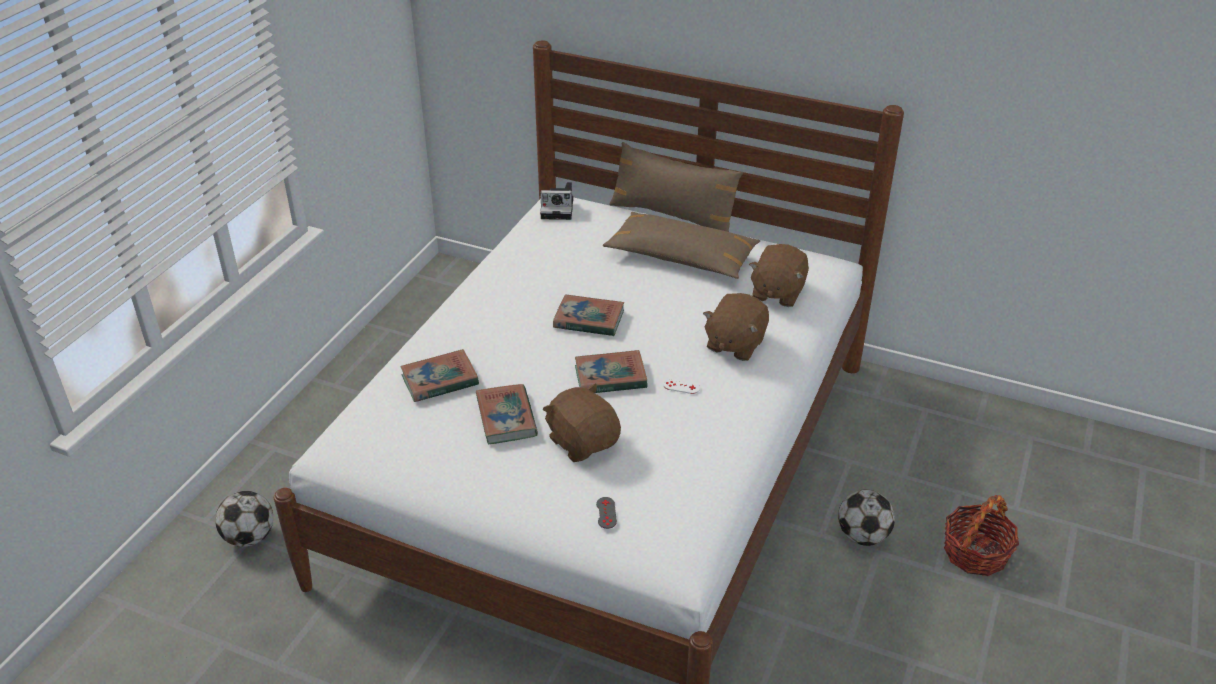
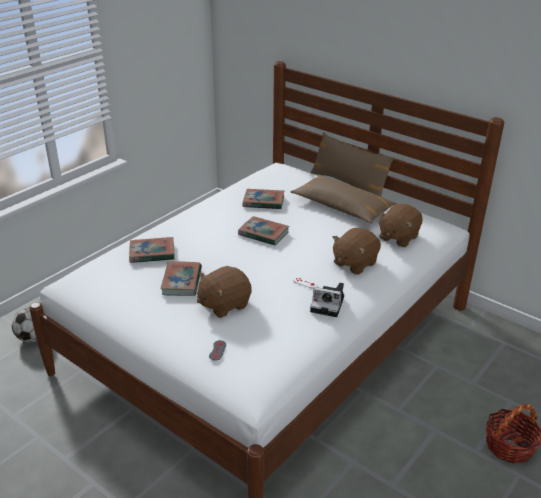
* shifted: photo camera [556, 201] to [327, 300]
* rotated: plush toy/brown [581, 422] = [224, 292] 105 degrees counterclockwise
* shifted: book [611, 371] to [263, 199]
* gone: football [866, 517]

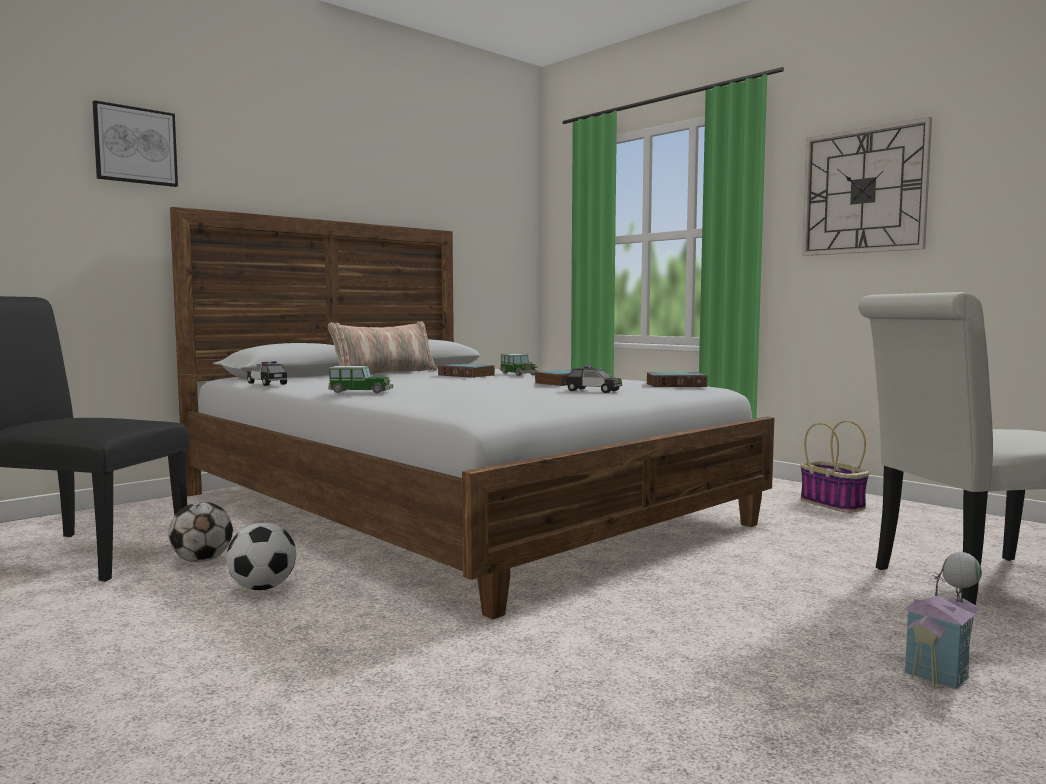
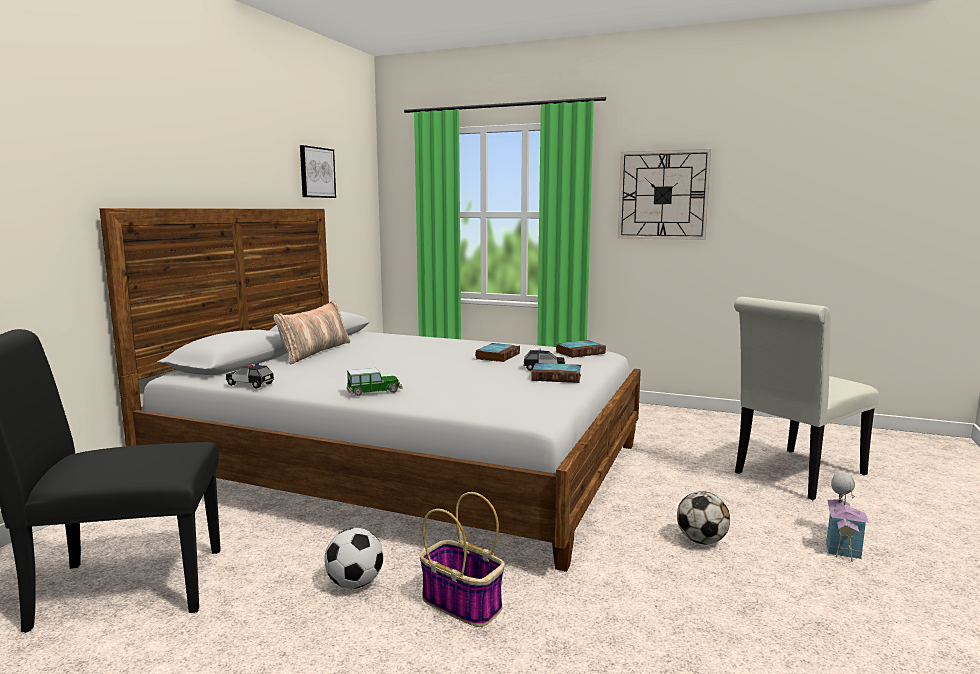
* shifted: picture [135, 143] to [318, 171]
* shifted: football [200, 532] to [703, 518]
* shifted: book [466, 371] to [556, 373]
* gone: toy car [519, 364]
* shifted: basket [834, 466] to [462, 559]

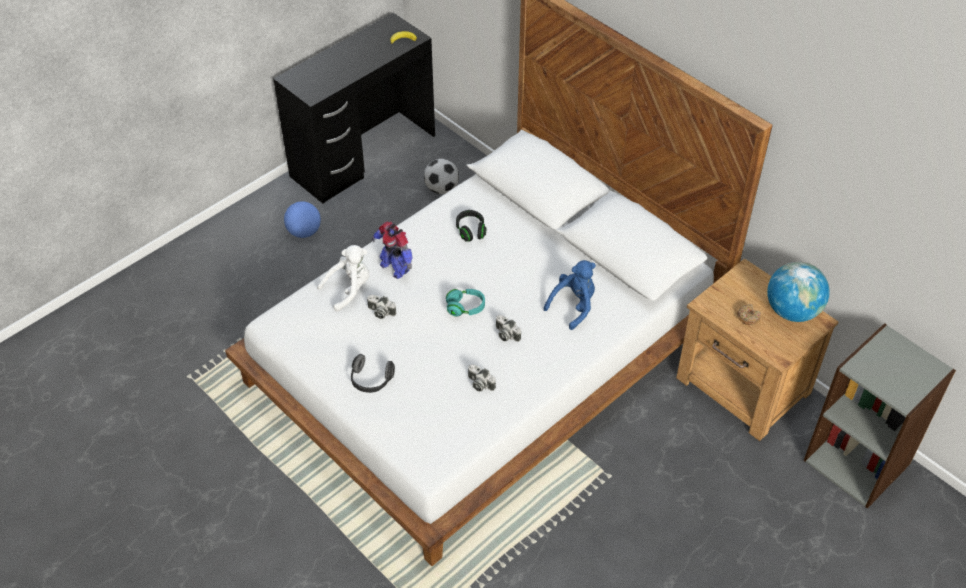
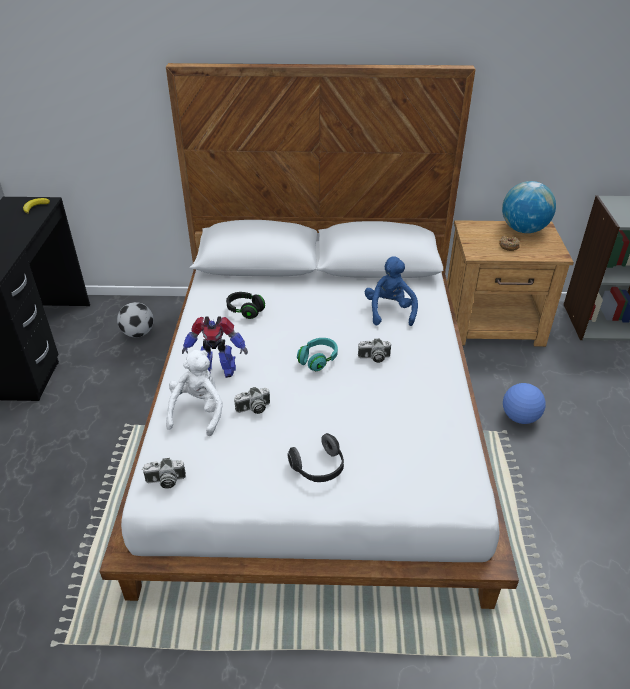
* shifted: football [302, 219] to [524, 403]
* shifted: photo camera [482, 377] to [164, 473]

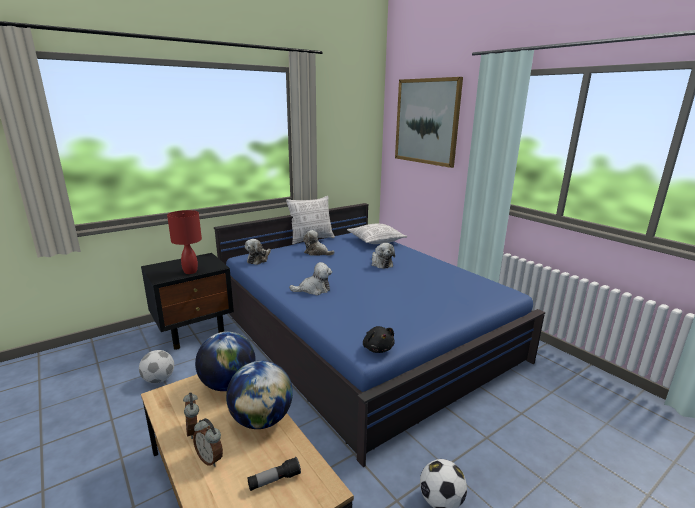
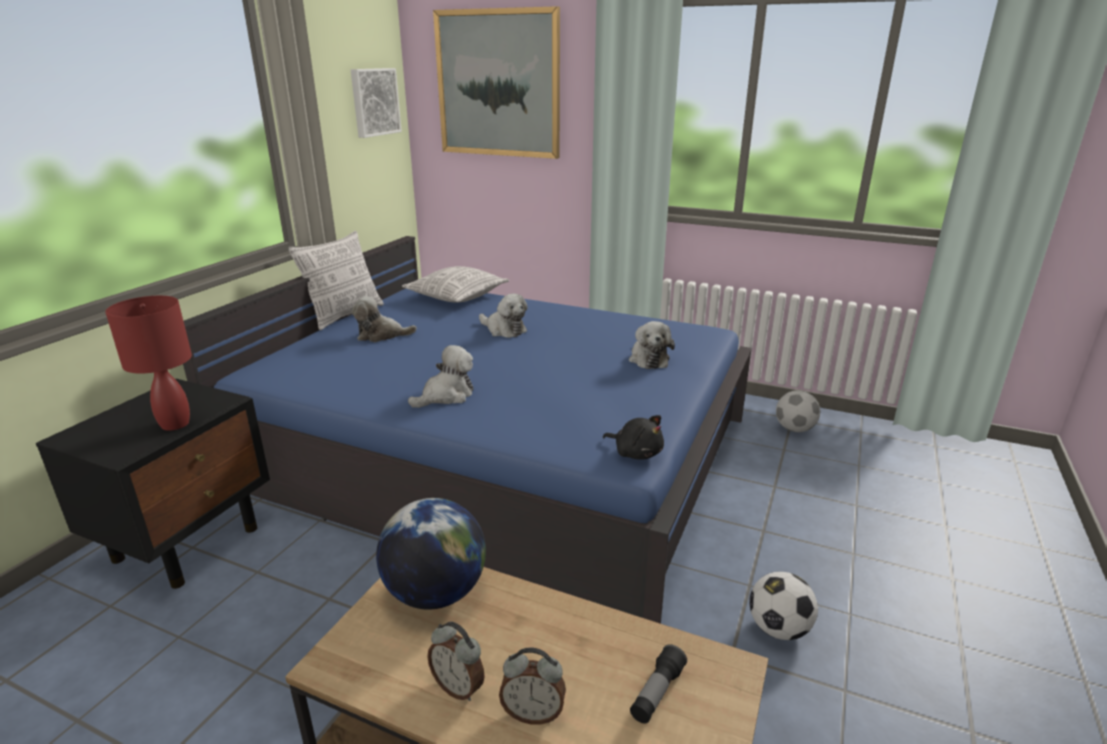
* shifted: football [156, 366] to [798, 411]
* gone: globe [259, 395]
* shifted: plush toy [258, 252] to [652, 345]
* new: picture [376, 103]

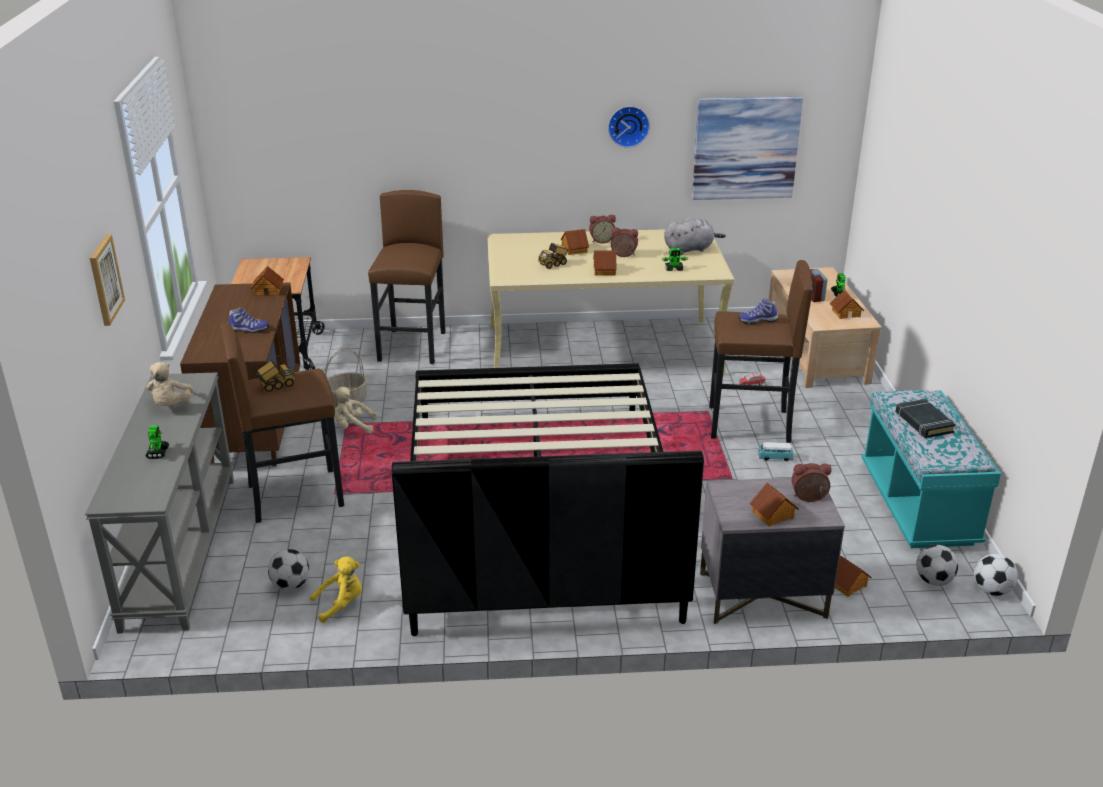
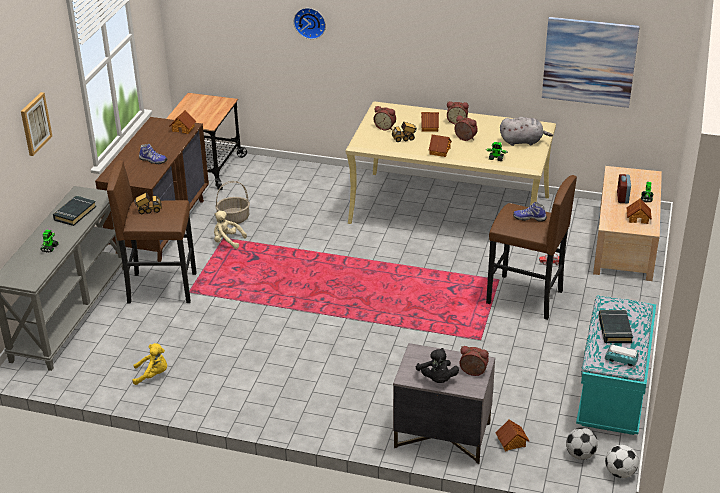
* swapped: plush toy/beige [171, 384] to book/black [75, 211]
* gone: football [288, 569]
* gone: stool/brown [407, 277]
* gone: bed/black [547, 499]
* shifted: wall clock [629, 127] to [310, 23]
* swapped: toy house [774, 505] to plush toy/black [437, 365]
* shifted: toy car [775, 451] to [621, 356]
* new: alarm clock [385, 118]

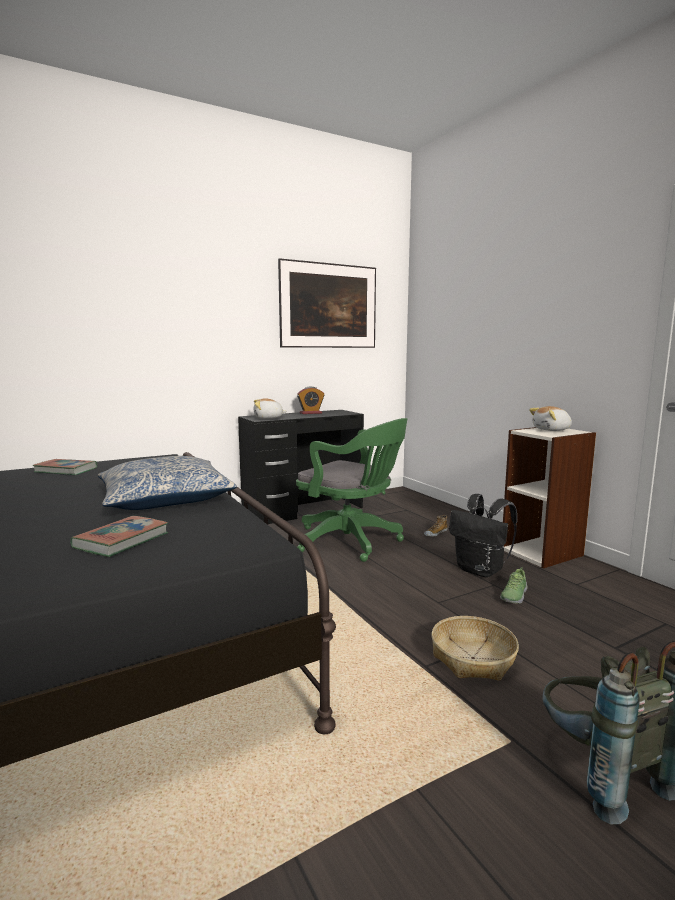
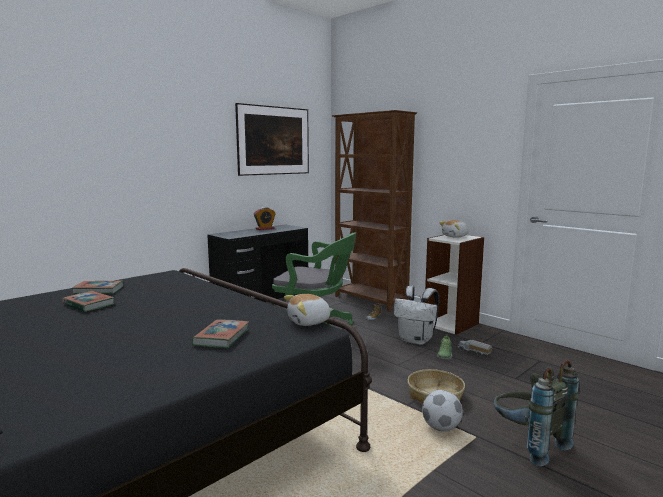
* gone: pillow [167, 483]
* shifted: plush toy [270, 408] to [308, 310]
* repainted: backpack/black [483, 535] to backpack/white [416, 315]
* new: book [88, 301]
* new: bookcase/brown [374, 211]
* new: football [442, 411]
* new: toy truck [475, 348]

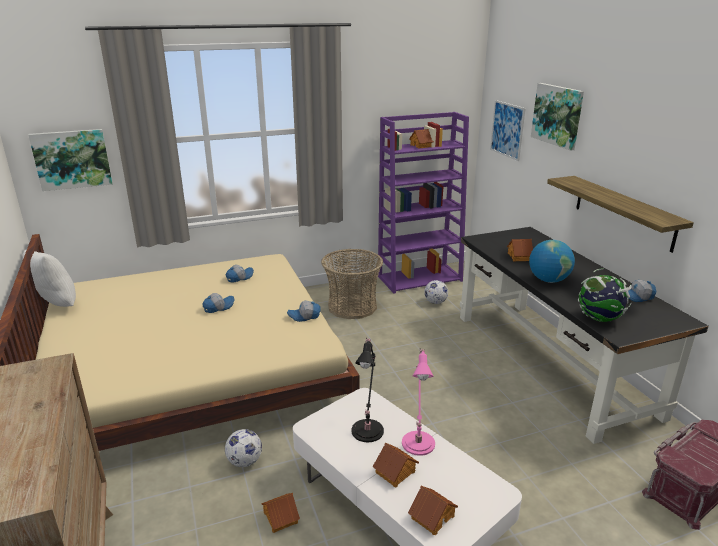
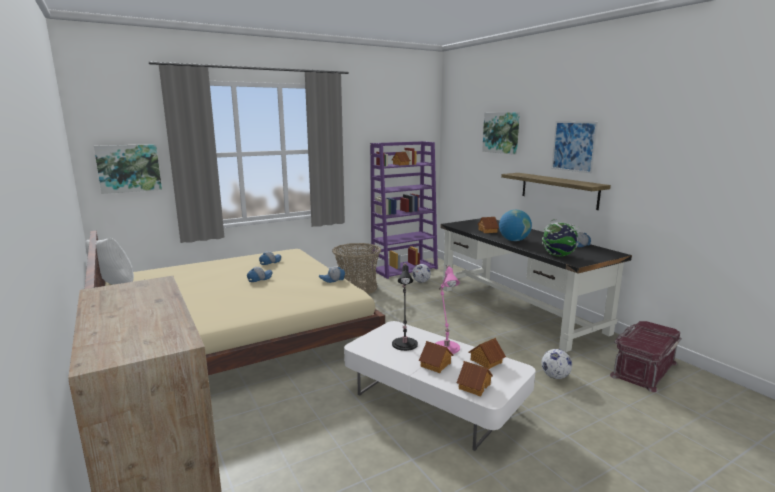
* shifted: football [243, 448] to [556, 364]
* shifted: toy house [280, 513] to [487, 353]
* shifted: picture [508, 130] to [574, 147]

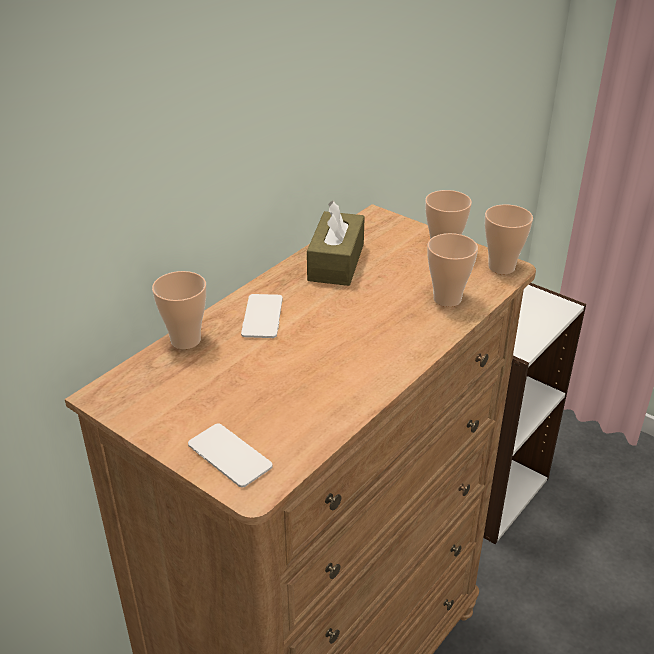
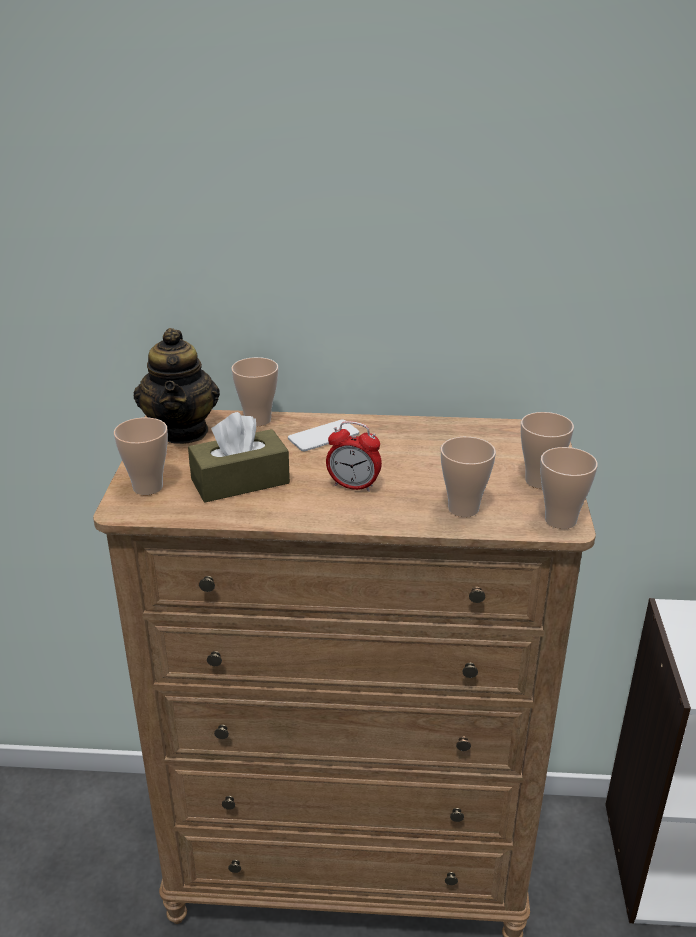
* swapped: phone [230, 455] to cup [141, 456]
* shifted: tissue box/brown [336, 243] to [239, 457]
* new: teapot [177, 386]
* new: alarm clock [354, 456]

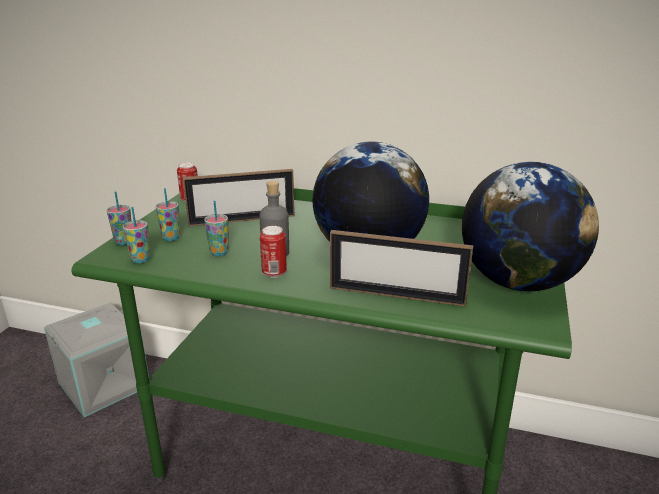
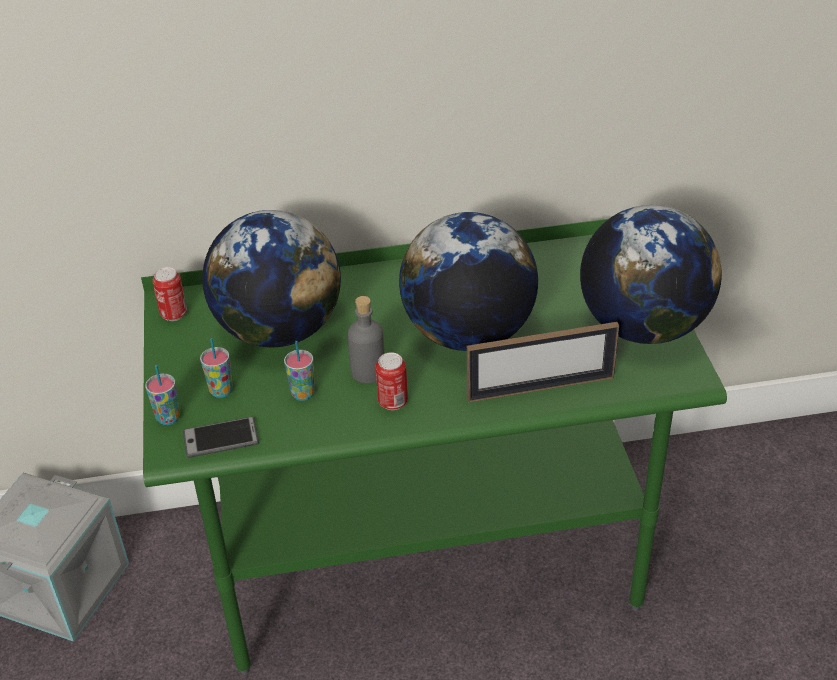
* swapped: cup [136, 235] to phone [221, 437]
* swapped: picture frame [238, 197] to globe [271, 279]

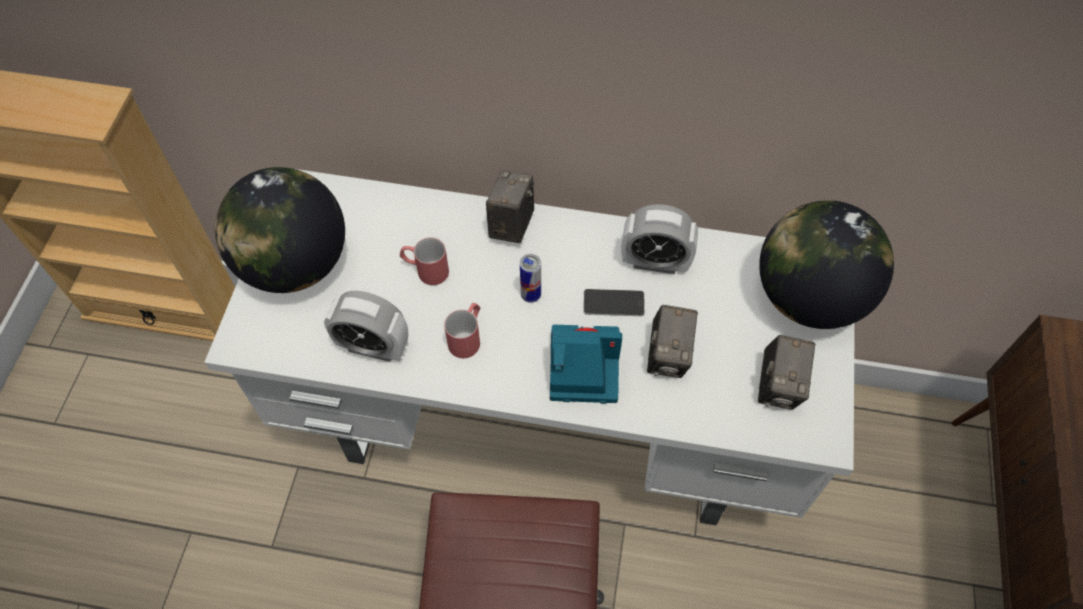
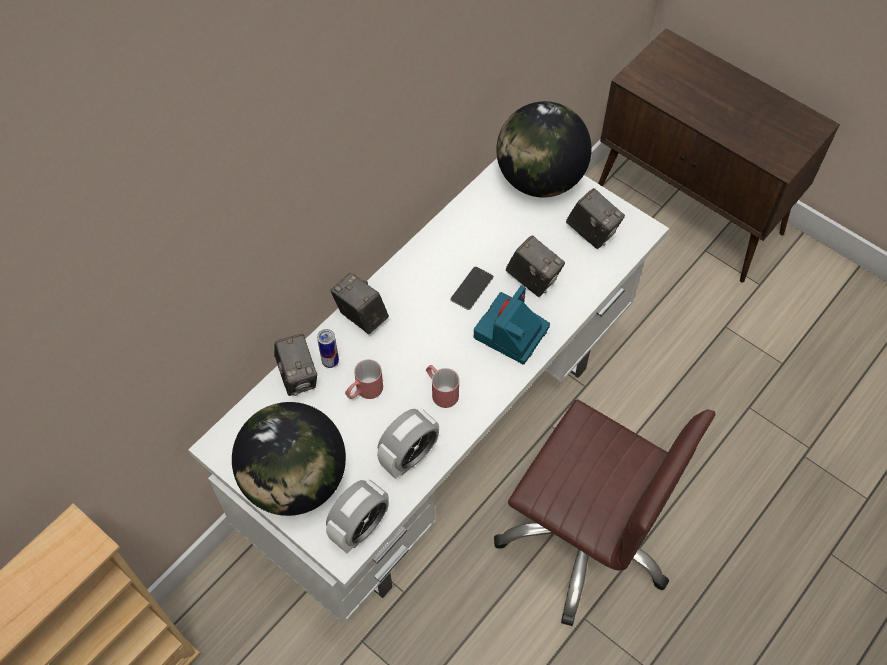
* shifted: can [530, 278] to [328, 348]
* shifted: alarm clock [659, 239] to [357, 516]
* new: photo camera [295, 365]

